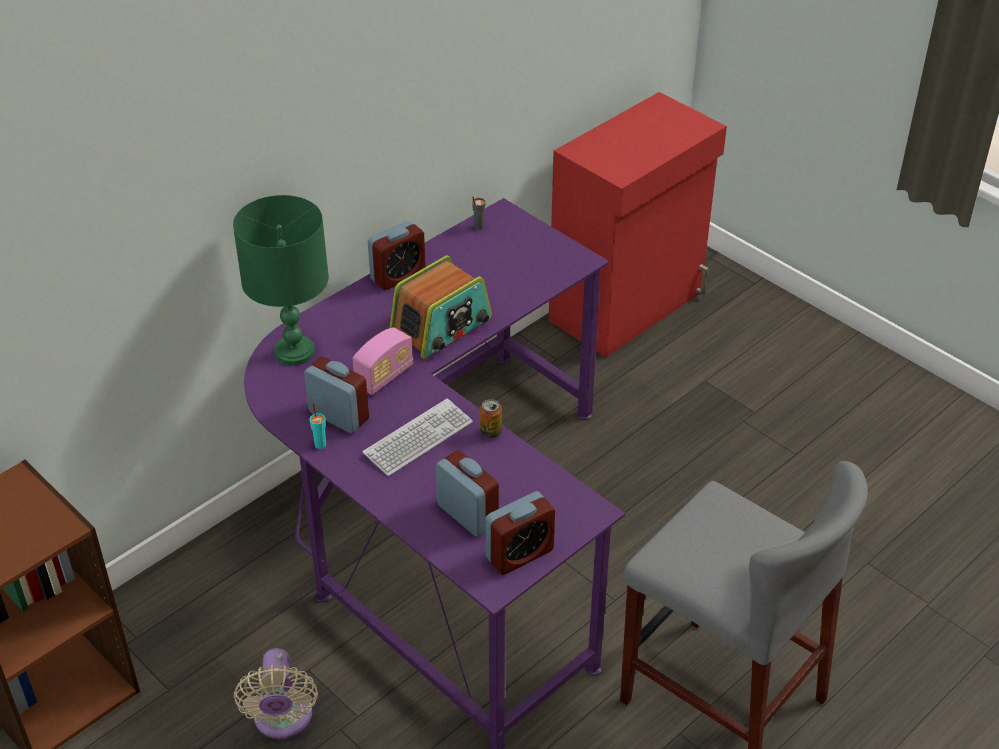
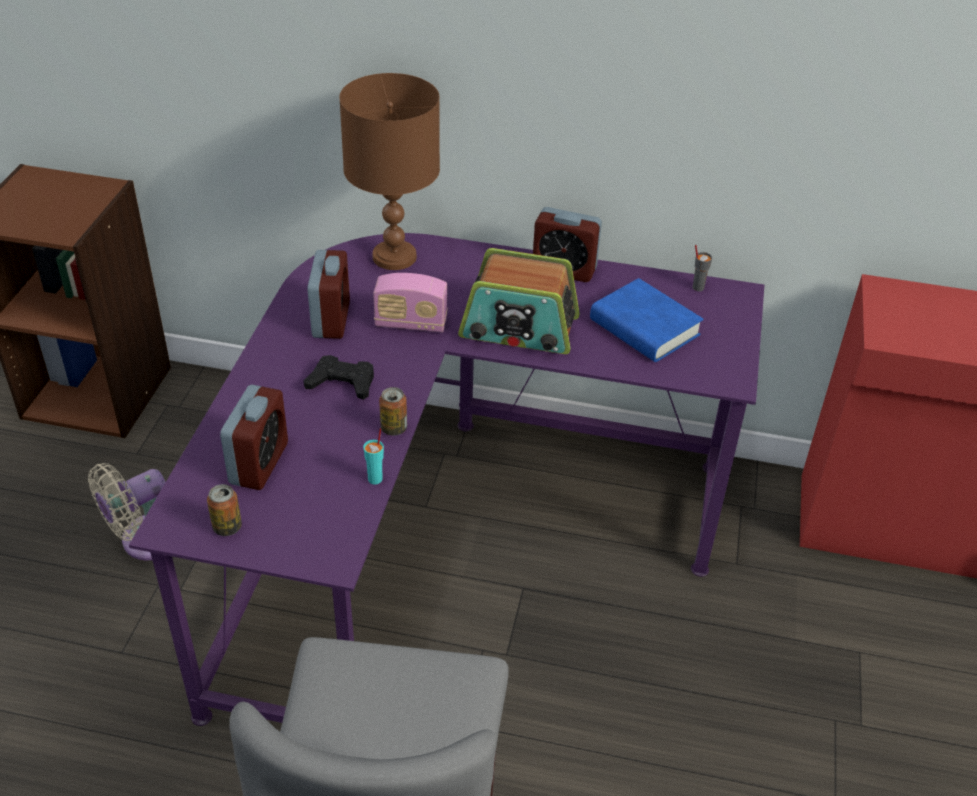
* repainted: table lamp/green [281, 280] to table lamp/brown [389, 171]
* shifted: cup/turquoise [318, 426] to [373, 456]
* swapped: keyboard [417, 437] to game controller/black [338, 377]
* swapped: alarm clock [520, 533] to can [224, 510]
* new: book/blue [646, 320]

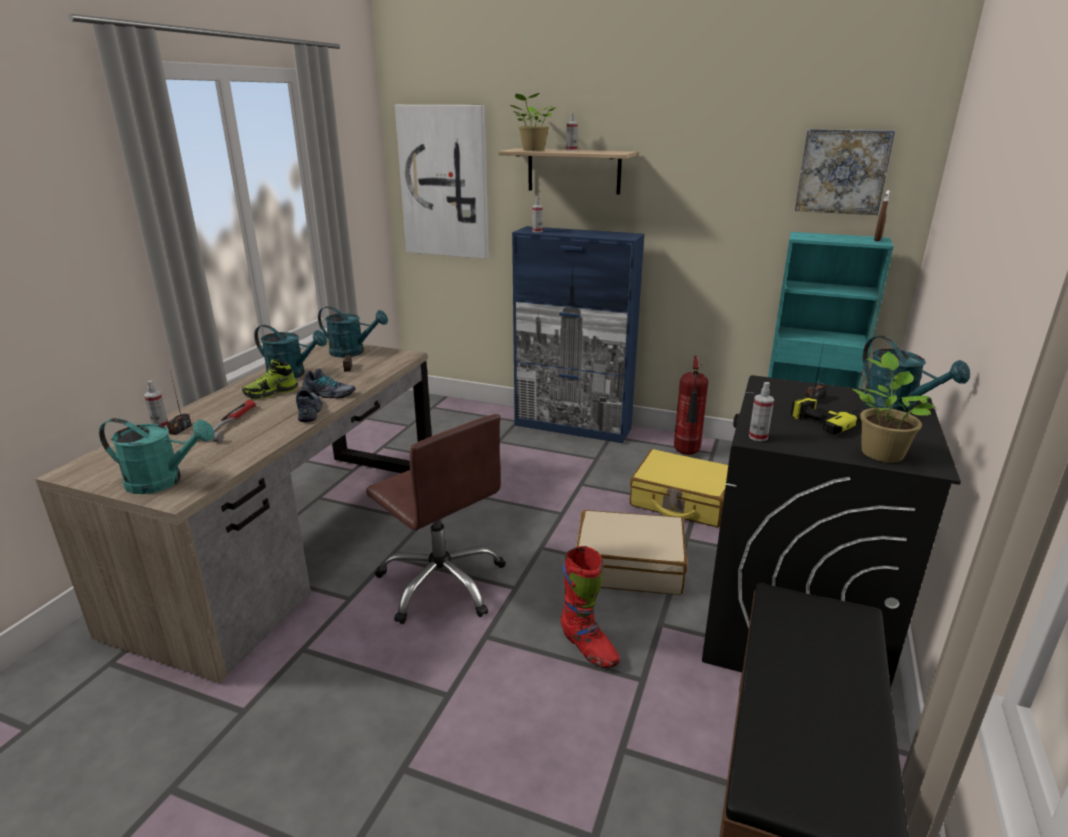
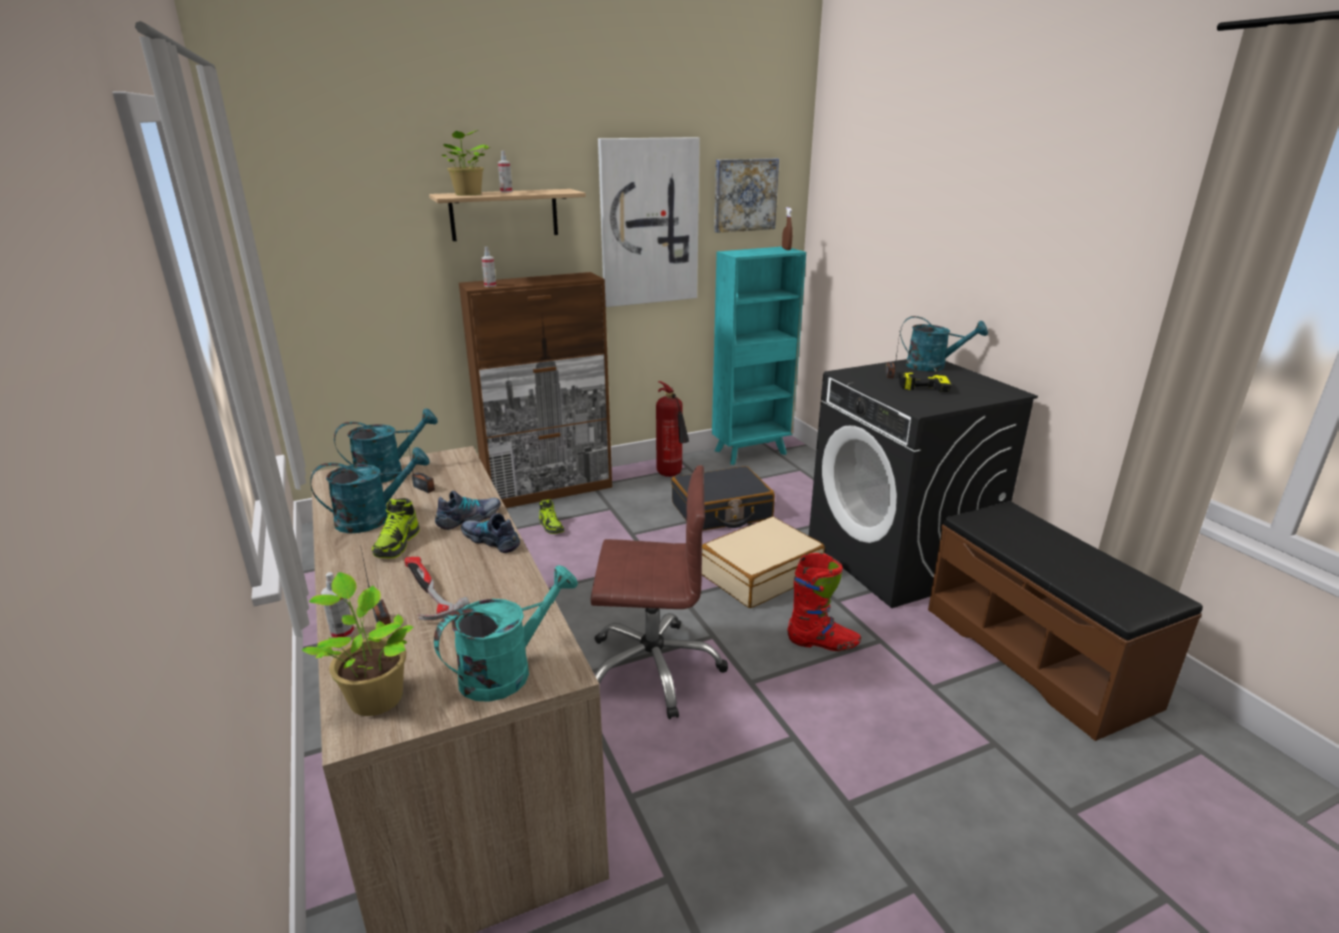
* shifted: picture [442, 182] to [649, 222]
* repainted: cabinet/blue [578, 334] to cabinet/brown [535, 390]
* repainted: suitcase/yellow [679, 488] to suitcase/black [723, 498]
* gone: spray bottle [761, 411]
* shifted: potted plant [894, 407] to [358, 644]
* new: shoe [551, 516]

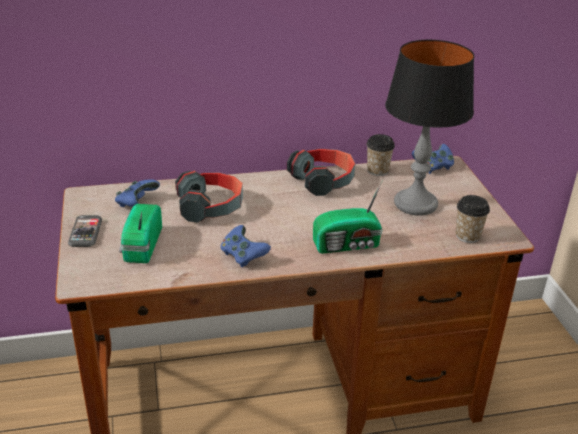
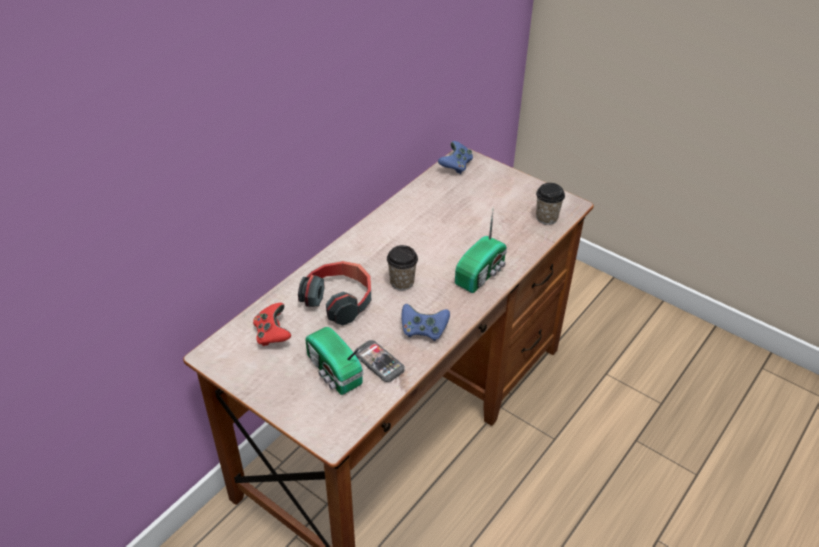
* shifted: phone [85, 231] to [379, 361]
* repainted: game controller/blue [137, 193] to game controller/red [272, 324]
* gone: headphones [321, 172]
* shifted: cup [380, 155] to [402, 267]
* gone: table lamp [429, 128]

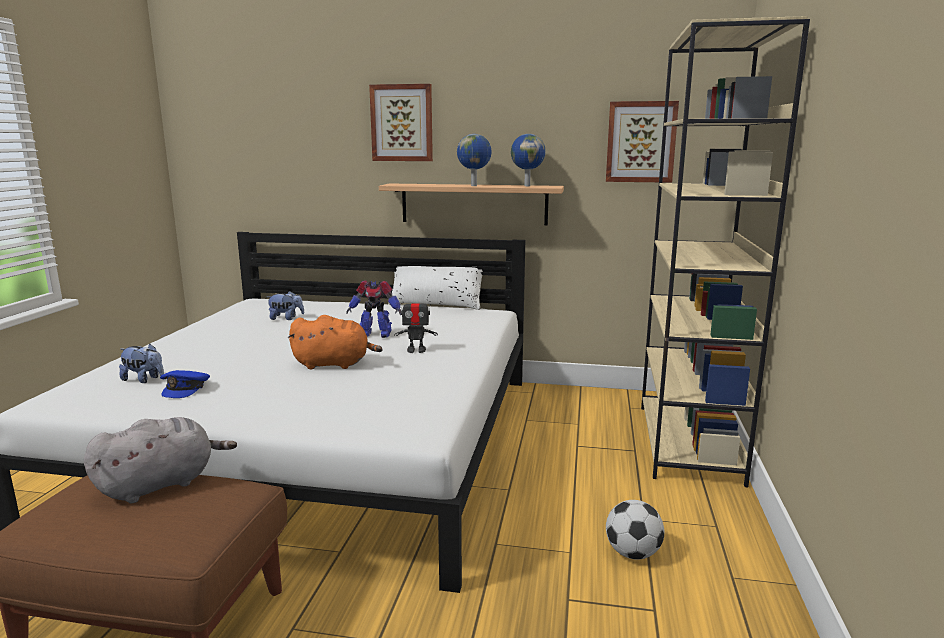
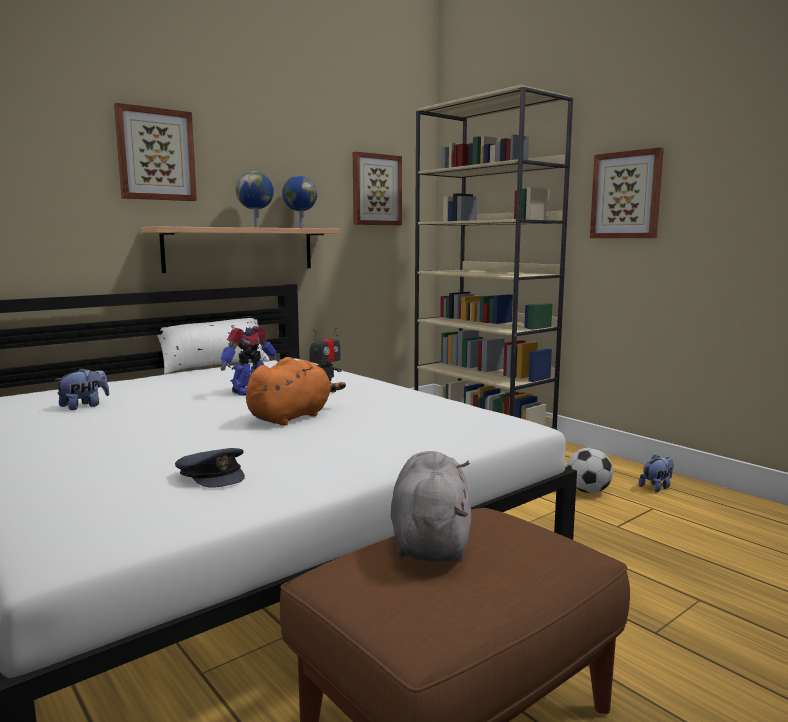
* shifted: plush toy [141, 363] to [656, 473]
* repainted: cap/blue [185, 384] to cap/grey [210, 468]
* new: picture [627, 192]

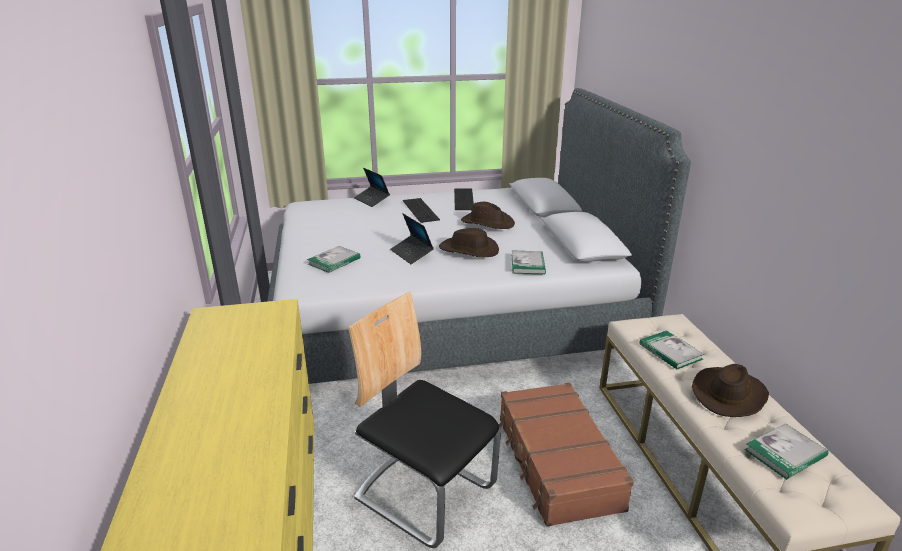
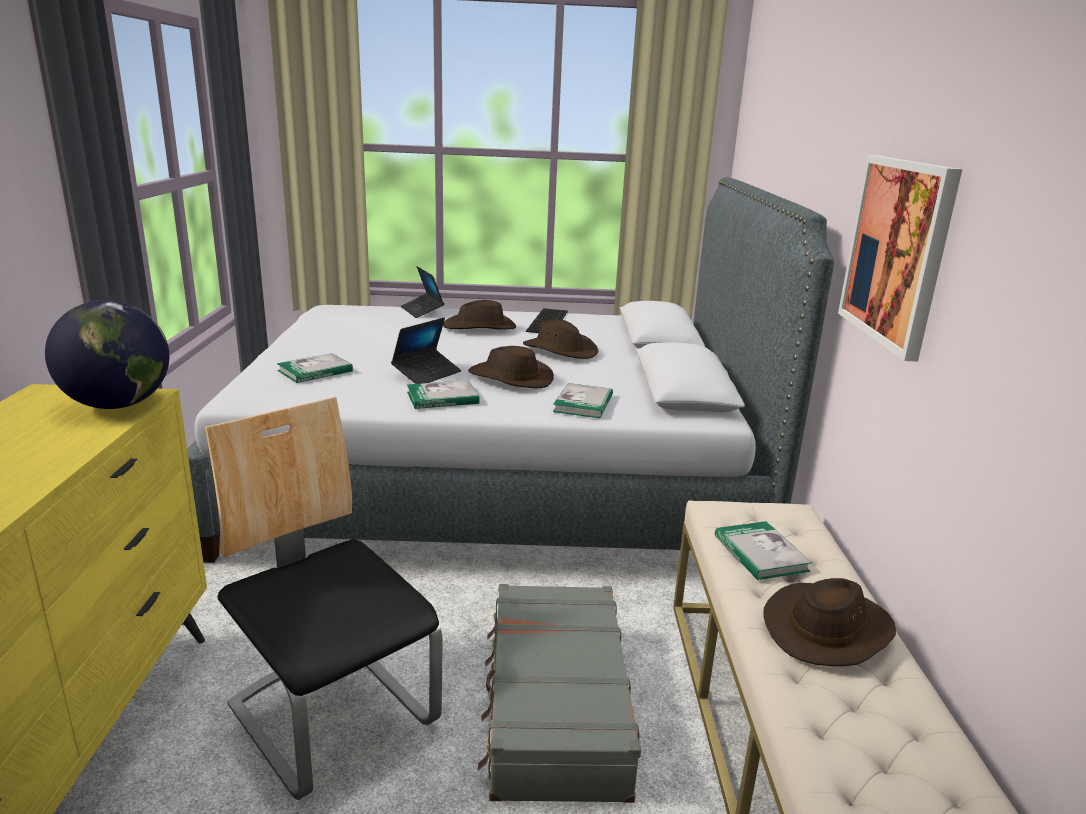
* rotated: laptop [412, 239] = [426, 351] 120 degrees counterclockwise
* swapped: keyboard [421, 210] to hat/brown [479, 315]
* repainted: suitcase/brown [566, 455] to suitcase/grey [559, 693]
* shifted: book [786, 451] to [443, 394]
* new: globe [107, 354]
* new: picture [900, 258]

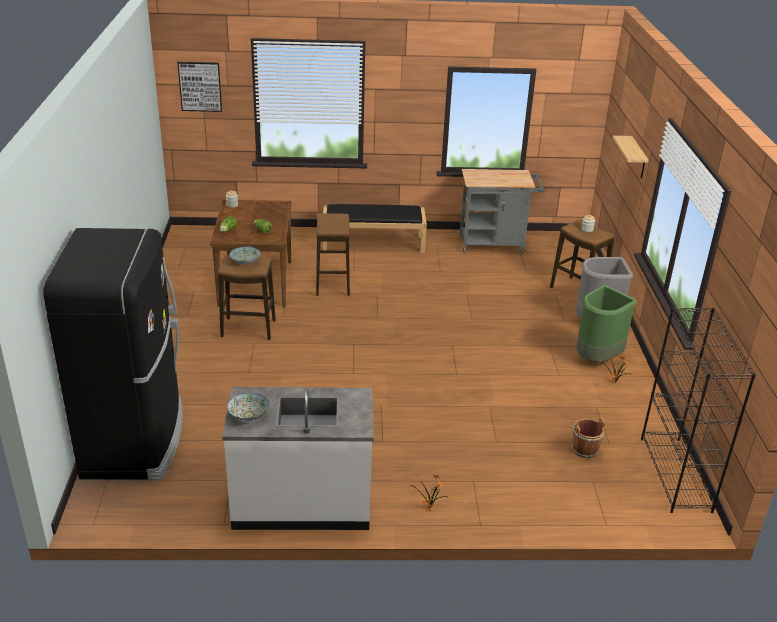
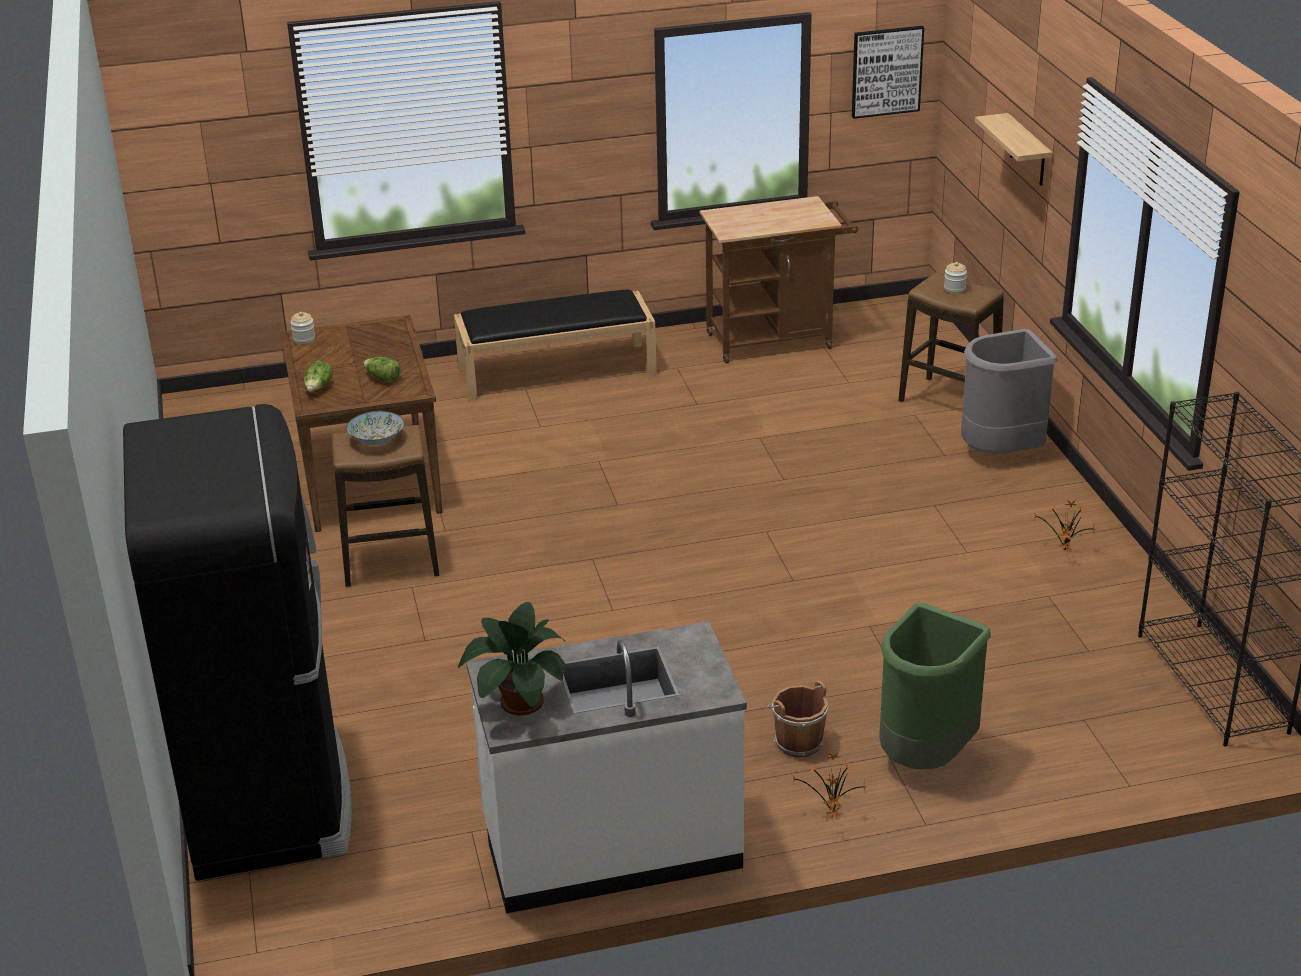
* shifted: picture [200, 87] to [888, 72]
* swapped: bowl [248, 407] to potted plant [512, 659]
* gone: stool [333, 254]
* repainted: cart/grey [502, 211] to cart/brown [779, 280]
* shifted: bucket/brown [588, 438] to [797, 719]
* shifted: trash can/green [606, 323] to [935, 686]

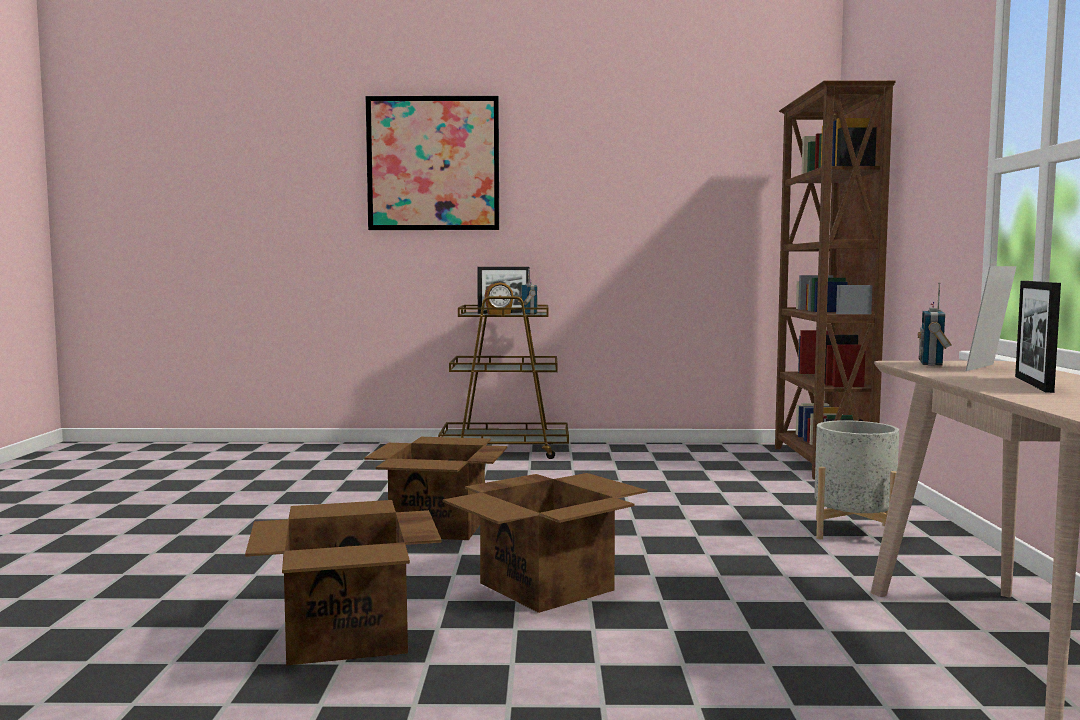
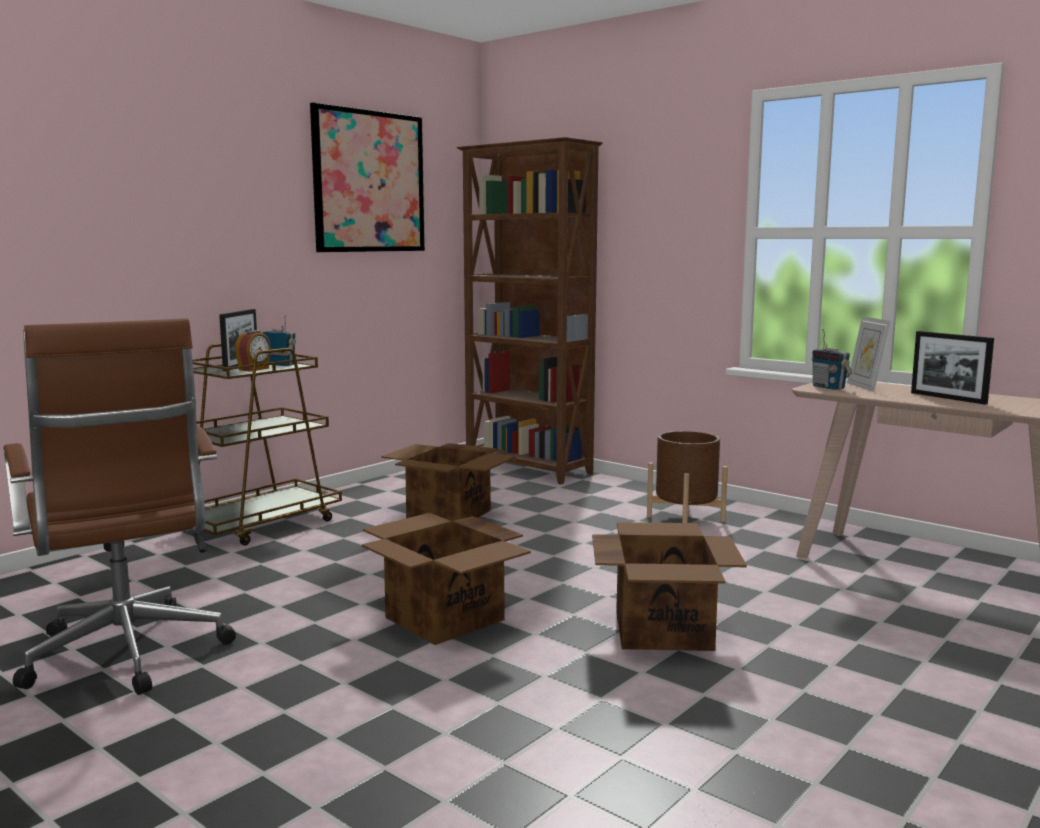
* shifted: cardboard box [343, 583] to [448, 482]
* shifted: picture [432, 163] to [367, 177]
* repainted: planter/grey [856, 479] to planter/brown [687, 477]
* new: office chair/brown [119, 506]

